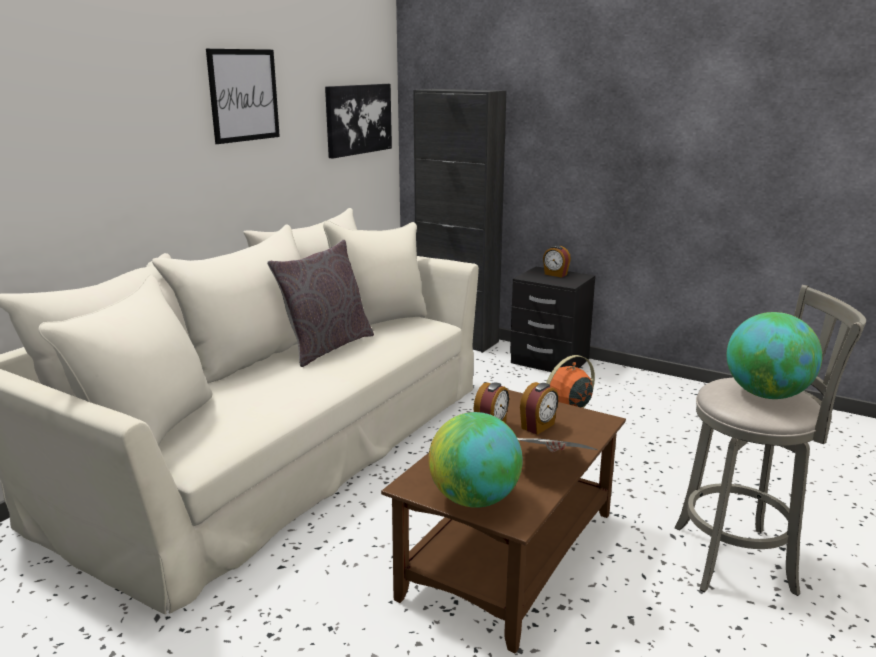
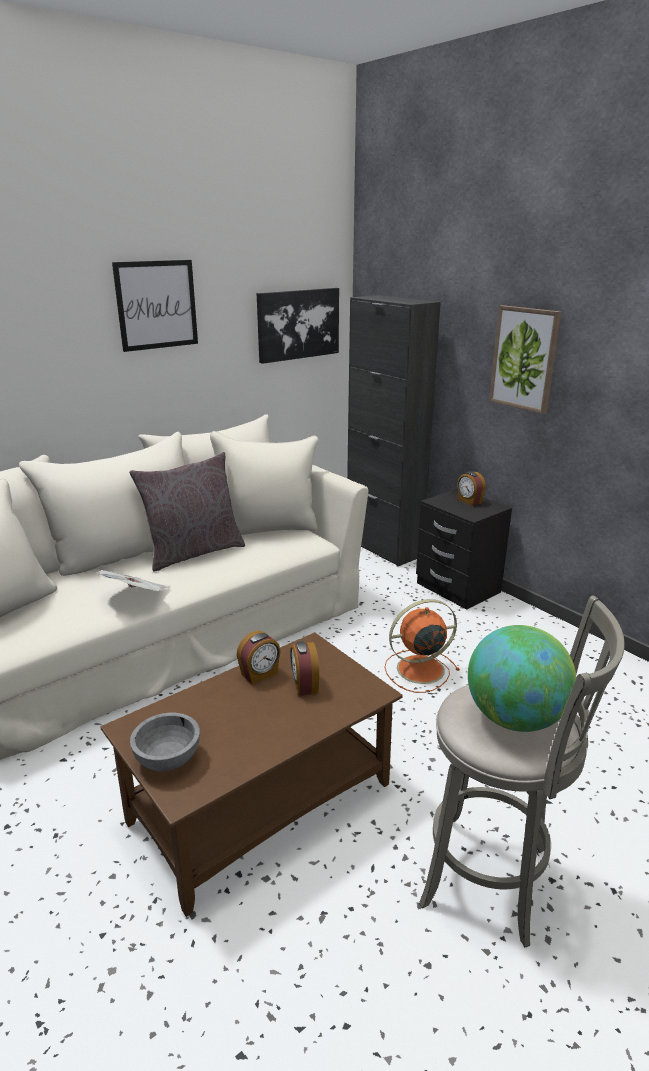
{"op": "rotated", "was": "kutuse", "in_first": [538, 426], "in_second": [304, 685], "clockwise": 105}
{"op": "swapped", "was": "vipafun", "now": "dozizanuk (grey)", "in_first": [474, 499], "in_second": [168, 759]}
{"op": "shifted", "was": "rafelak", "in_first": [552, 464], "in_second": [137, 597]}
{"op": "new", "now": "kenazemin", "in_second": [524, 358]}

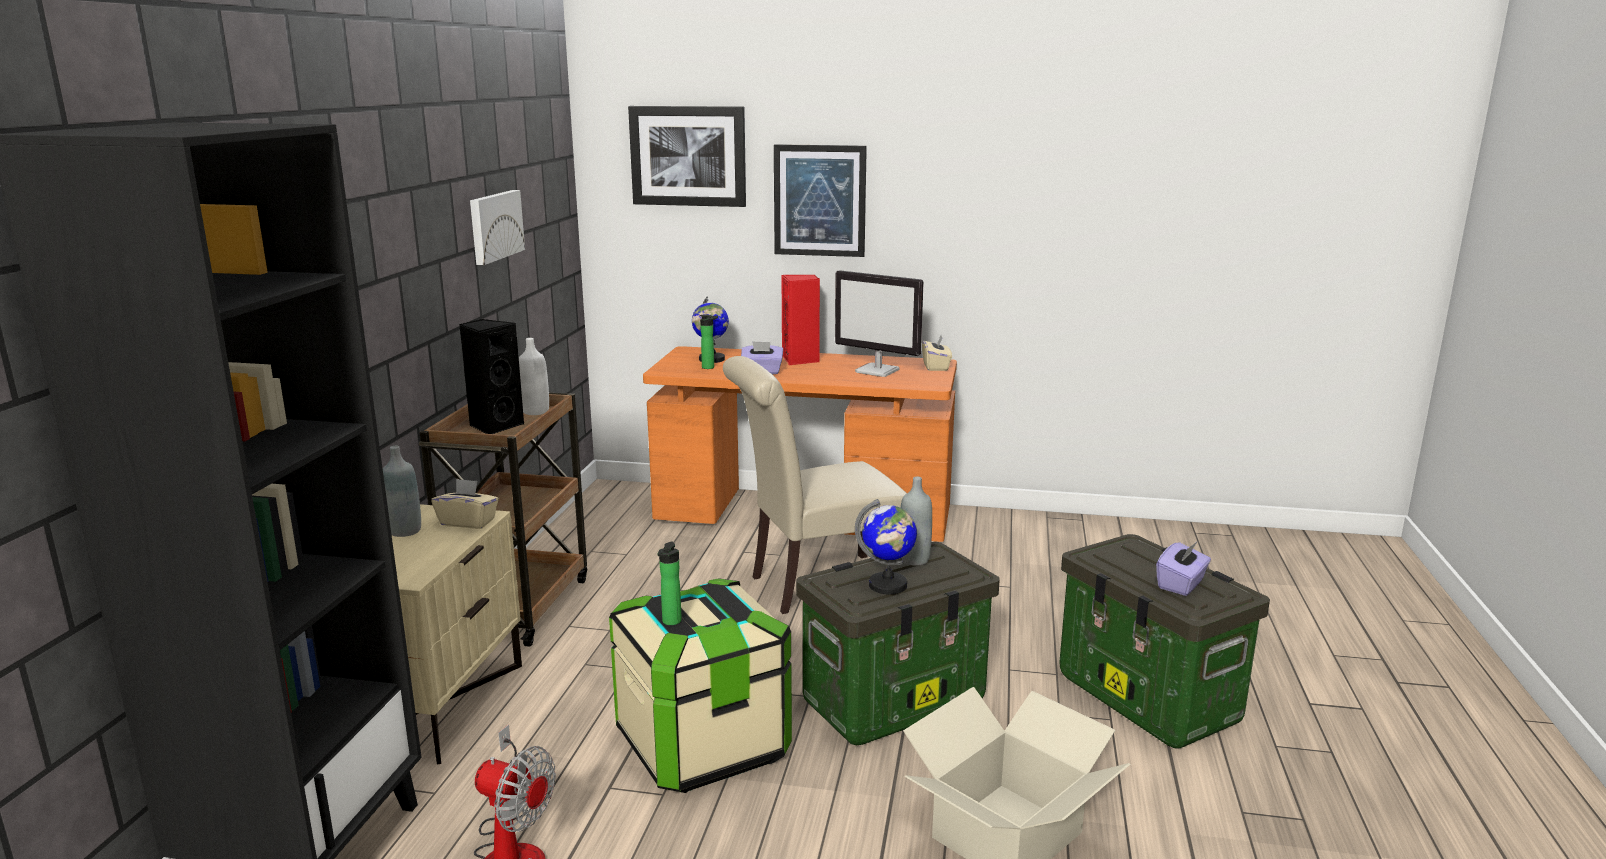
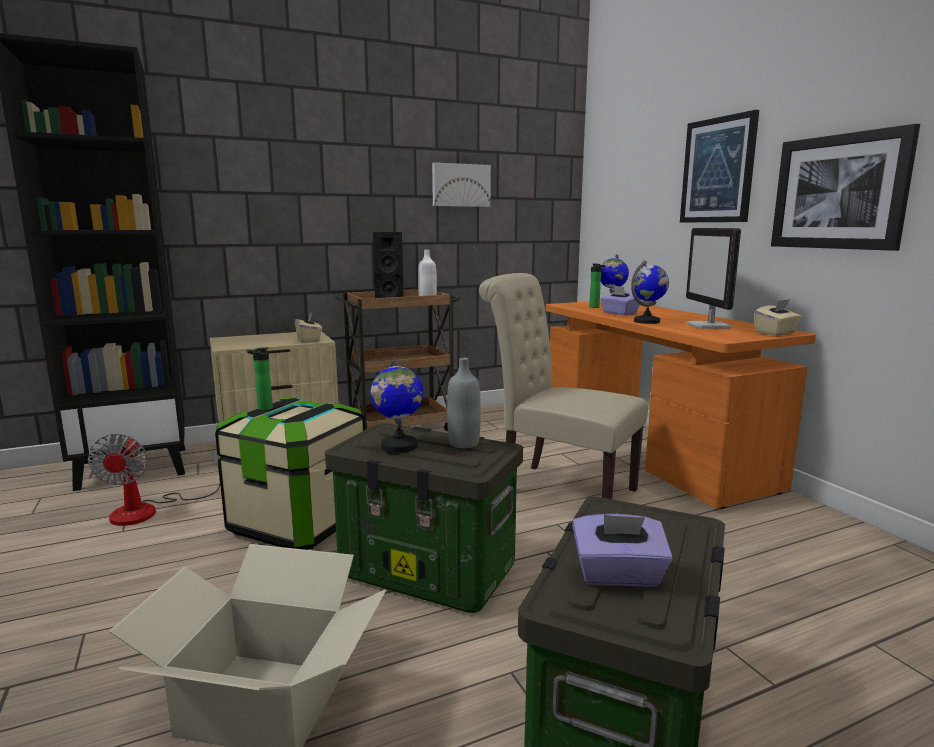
{"op": "shifted", "was": "kenazemin", "in_first": [688, 156], "in_second": [839, 192]}
{"op": "gone", "was": "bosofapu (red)", "in_first": [800, 360]}
{"op": "gone", "was": "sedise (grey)", "in_first": [405, 531]}
{"op": "new", "now": "vipafun", "in_second": [647, 321]}

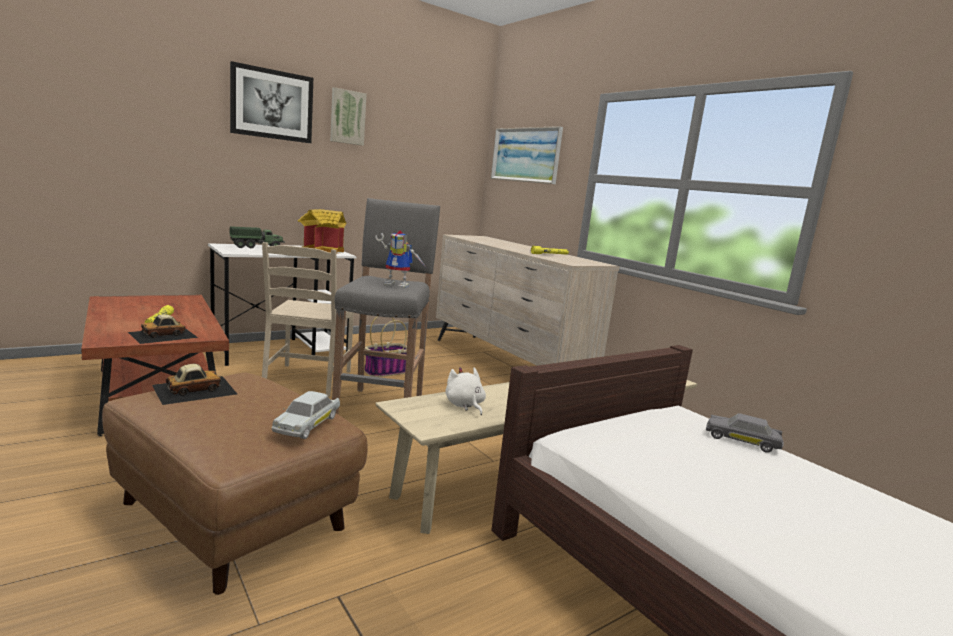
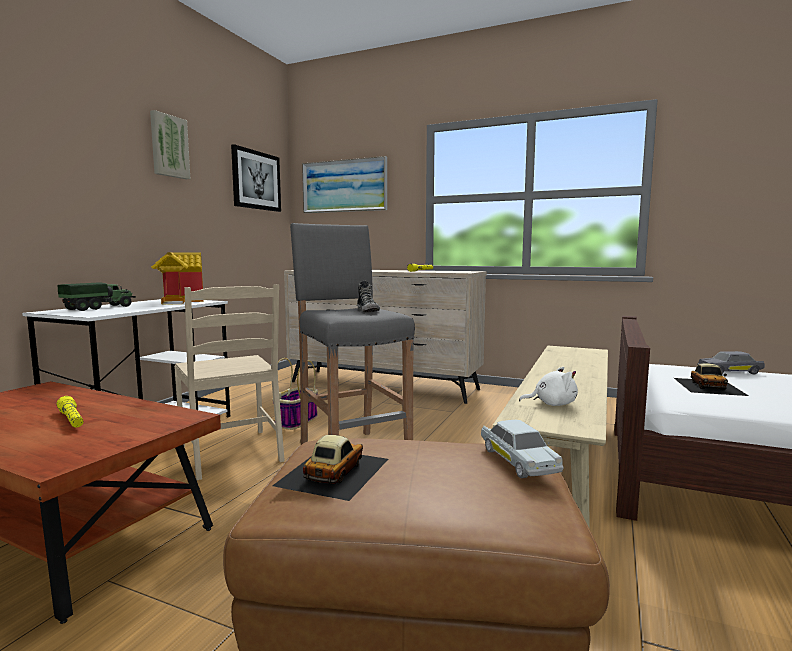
{"op": "shifted", "was": "kenazemin", "in_first": [272, 104], "in_second": [256, 180]}
{"op": "swapped", "was": "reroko", "now": "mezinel", "in_first": [399, 285], "in_second": [368, 310]}
{"op": "shifted", "was": "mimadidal", "in_first": [163, 335], "in_second": [709, 386]}
{"op": "rotated", "was": "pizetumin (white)", "in_first": [465, 405], "in_second": [552, 404], "clockwise": 150}

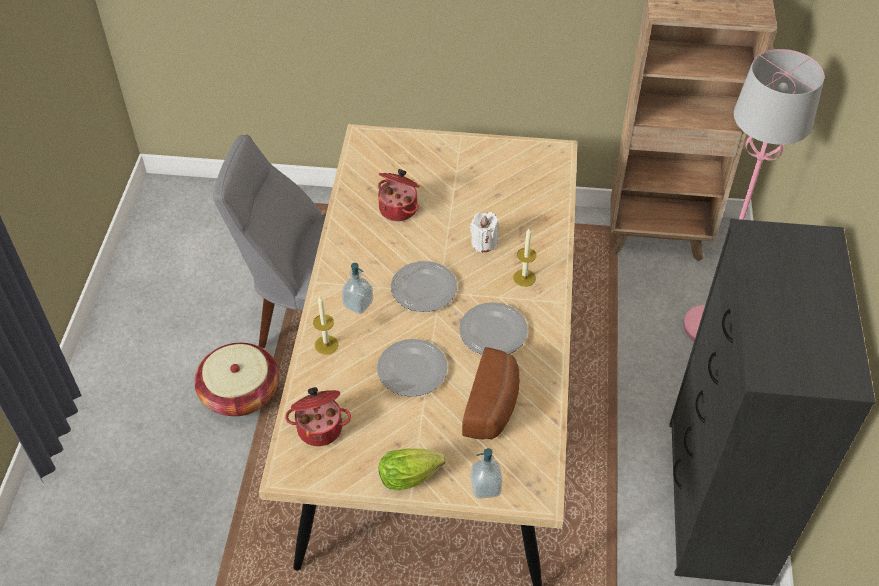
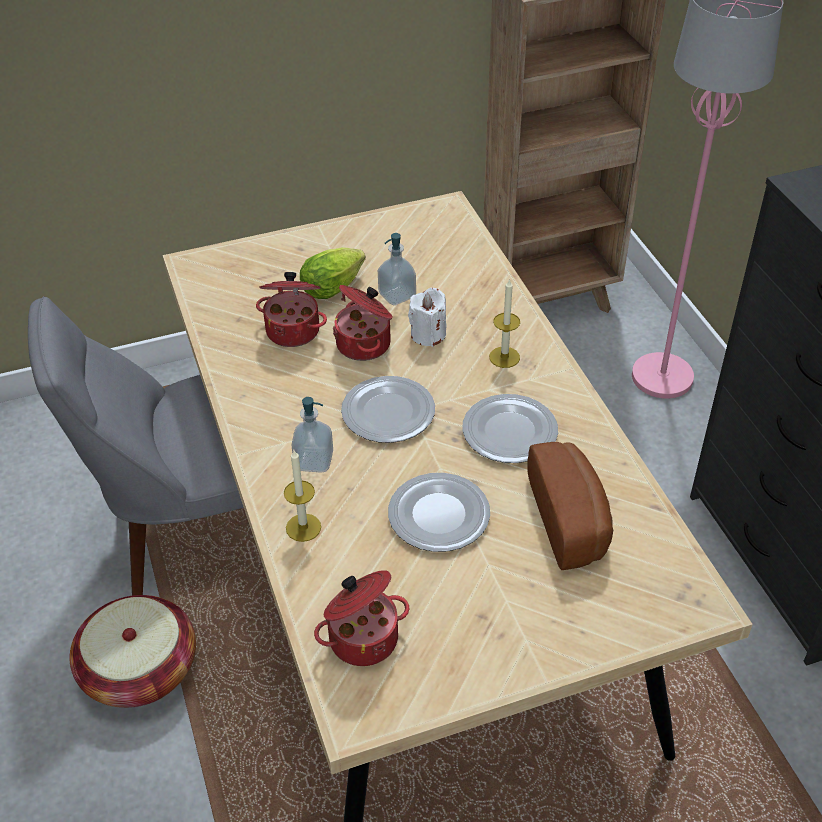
{"op": "shifted", "was": "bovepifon", "in_first": [485, 487], "in_second": [397, 295]}
{"op": "shifted", "was": "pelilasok", "in_first": [412, 476], "in_second": [335, 286]}
{"op": "new", "now": "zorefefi", "in_second": [365, 344]}

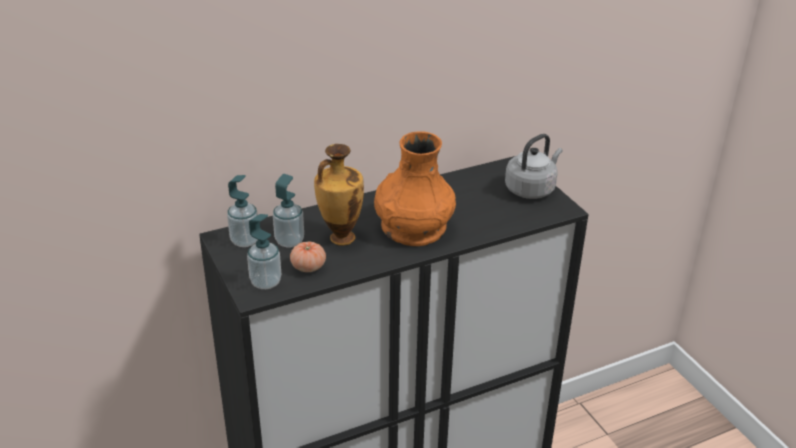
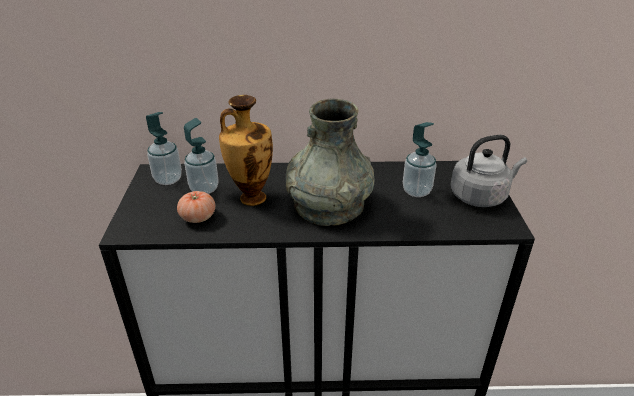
{"op": "repainted", "was": "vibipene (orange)", "now": "vibipene (grey)", "in_first": [413, 227], "in_second": [328, 204]}
{"op": "shifted", "was": "bovepifon", "in_first": [265, 282], "in_second": [416, 191]}

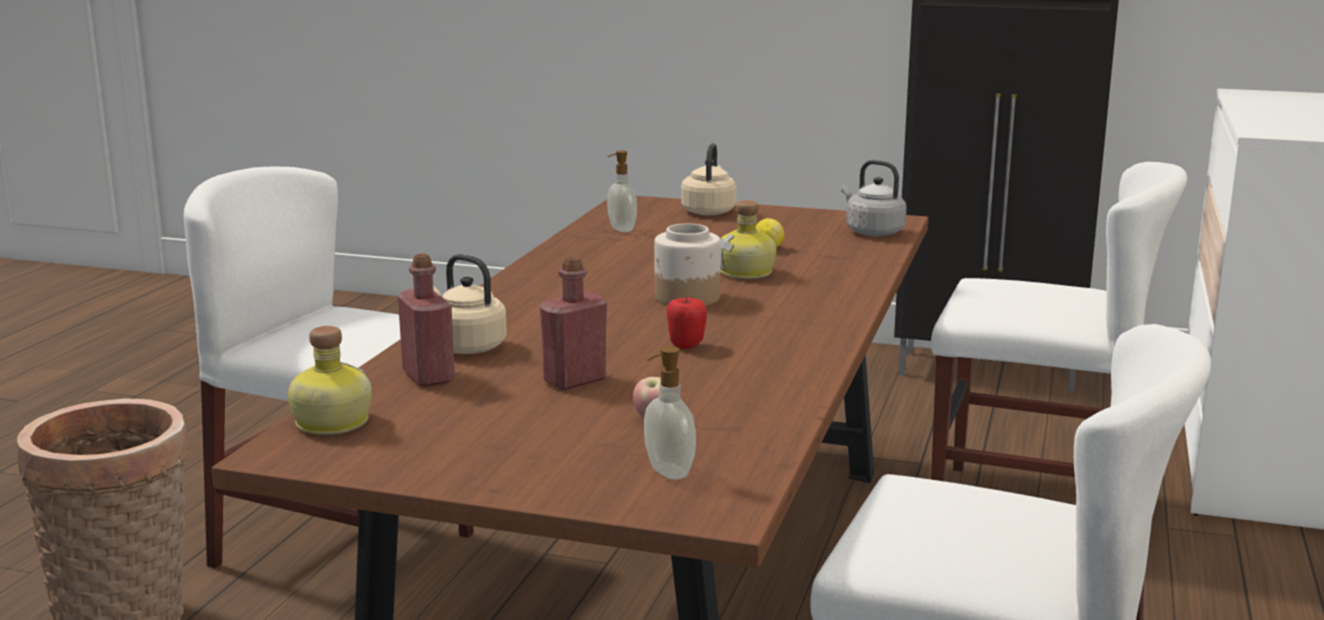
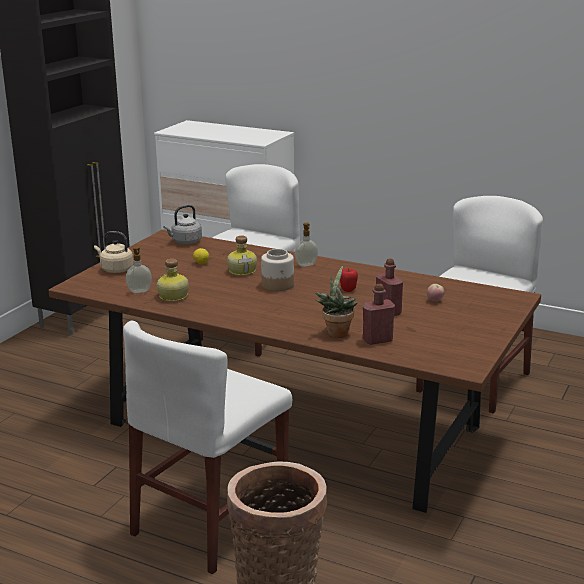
{"op": "swapped", "was": "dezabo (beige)", "now": "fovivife", "in_first": [465, 346], "in_second": [336, 332]}
{"op": "shifted", "was": "sedise", "in_first": [329, 423], "in_second": [173, 297]}
{"op": "shifted", "was": "bovepifon", "in_first": [667, 472], "in_second": [306, 265]}

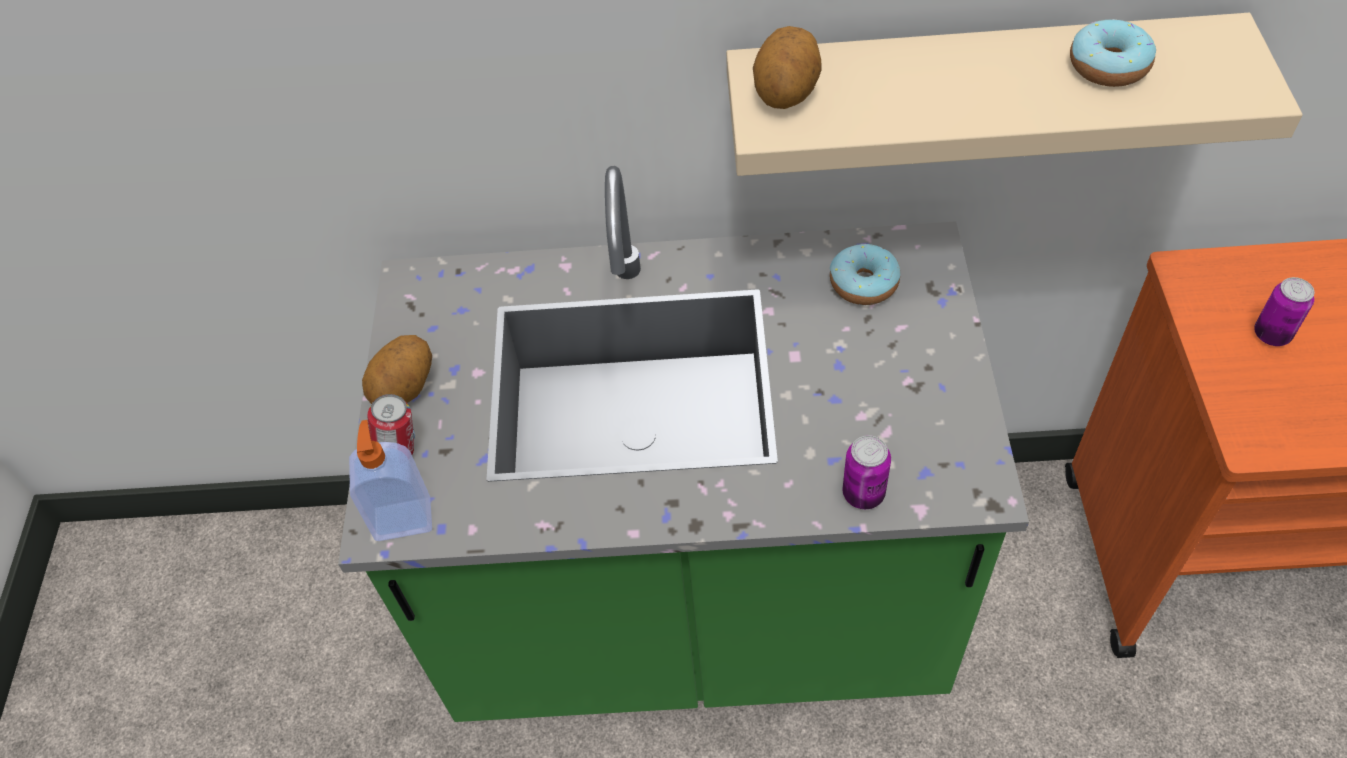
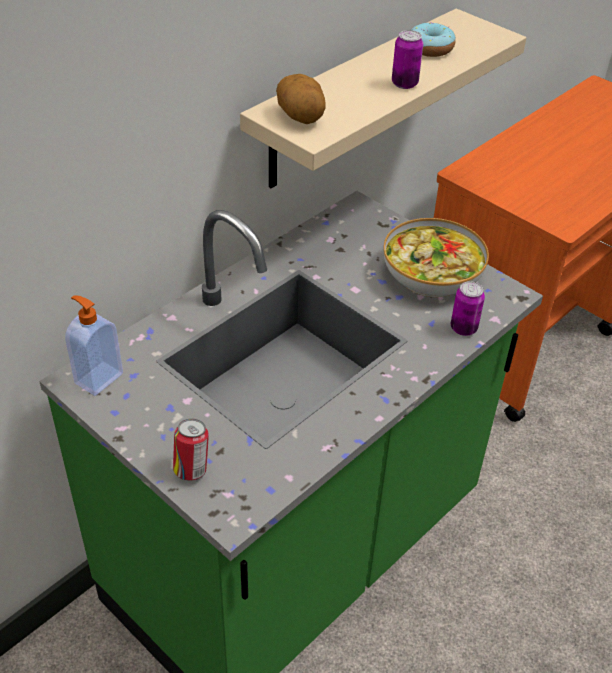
{"op": "gone", "was": "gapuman", "in_first": [863, 283]}
{"op": "shifted", "was": "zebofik", "in_first": [1271, 334], "in_second": [404, 84]}
{"op": "gone", "was": "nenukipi", "in_first": [405, 389]}
{"op": "shifted", "was": "bovepifon", "in_first": [403, 517], "in_second": [98, 378]}
{"op": "new", "now": "dozizanuk", "in_second": [432, 275]}

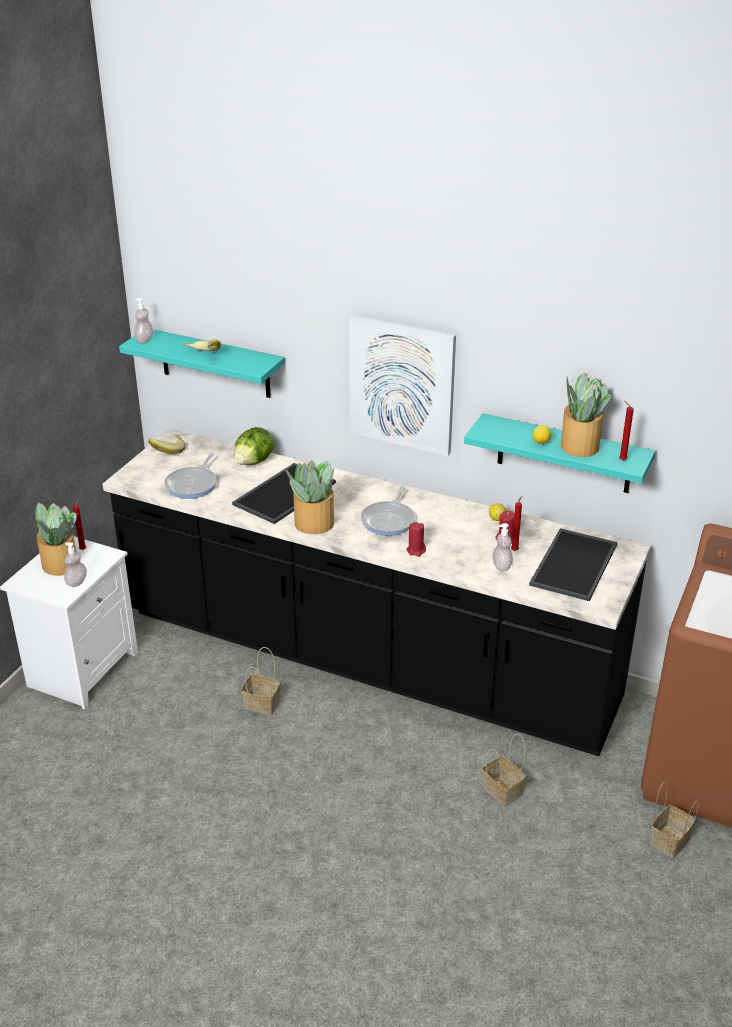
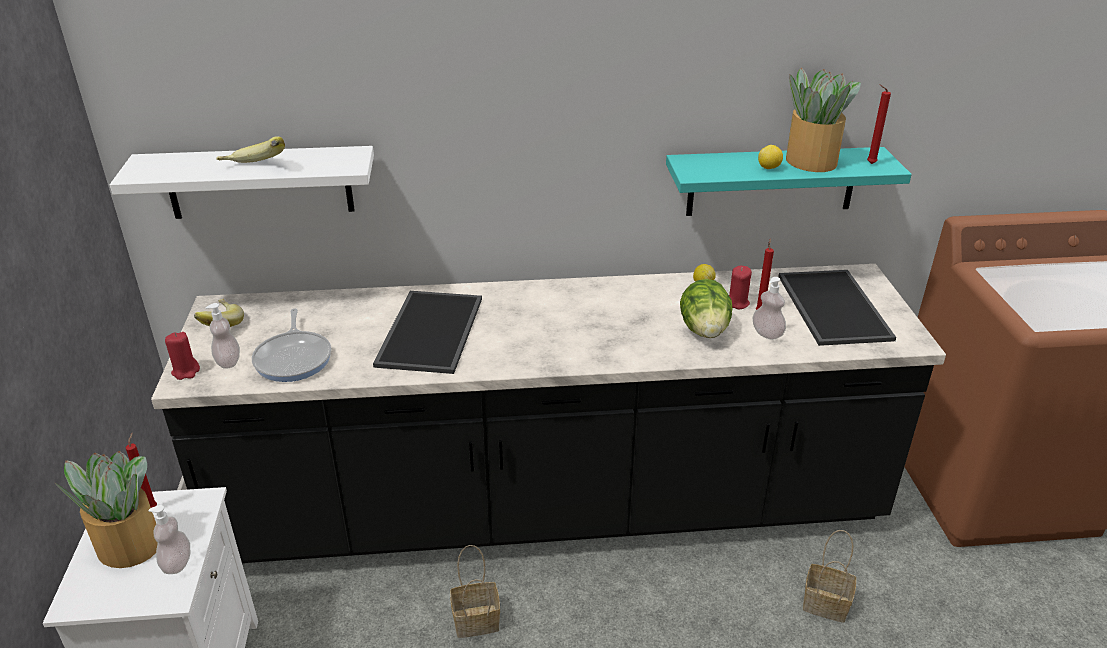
{"op": "shifted", "was": "bovepifon", "in_first": [144, 340], "in_second": [228, 362]}
{"op": "gone", "was": "kenazemin", "in_first": [402, 384]}
{"op": "repainted", "was": "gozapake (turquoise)", "now": "gozapake (white)", "in_first": [215, 363], "in_second": [259, 182]}
{"op": "shifted", "was": "pelilasok", "in_first": [253, 462], "in_second": [704, 330]}
{"op": "gone", "was": "fovivife", "in_first": [313, 524]}
{"op": "gone", "was": "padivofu", "in_first": [389, 520]}
{"op": "shifted", "was": "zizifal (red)", "in_first": [416, 550], "in_second": [186, 371]}
{"op": "gone", "was": "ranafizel", "in_first": [669, 840]}

